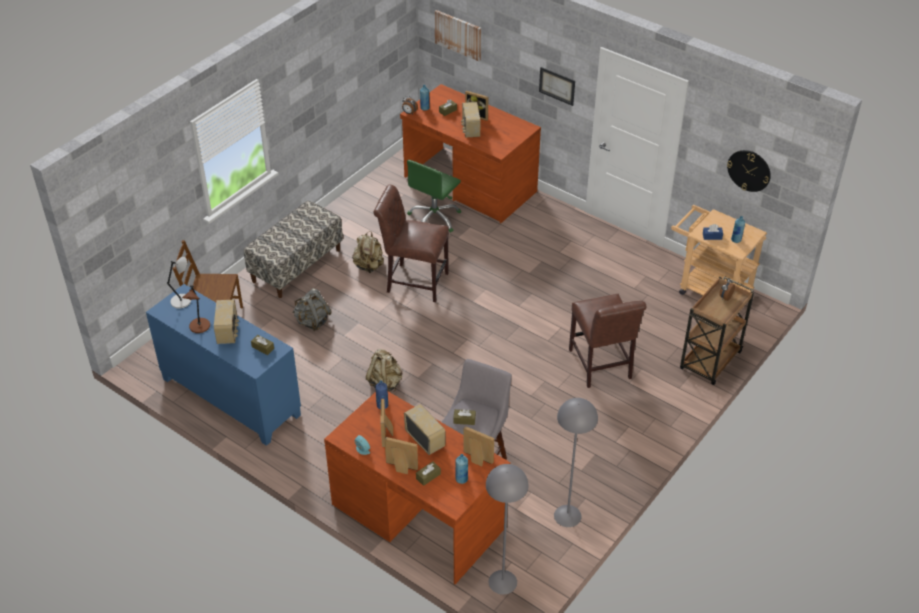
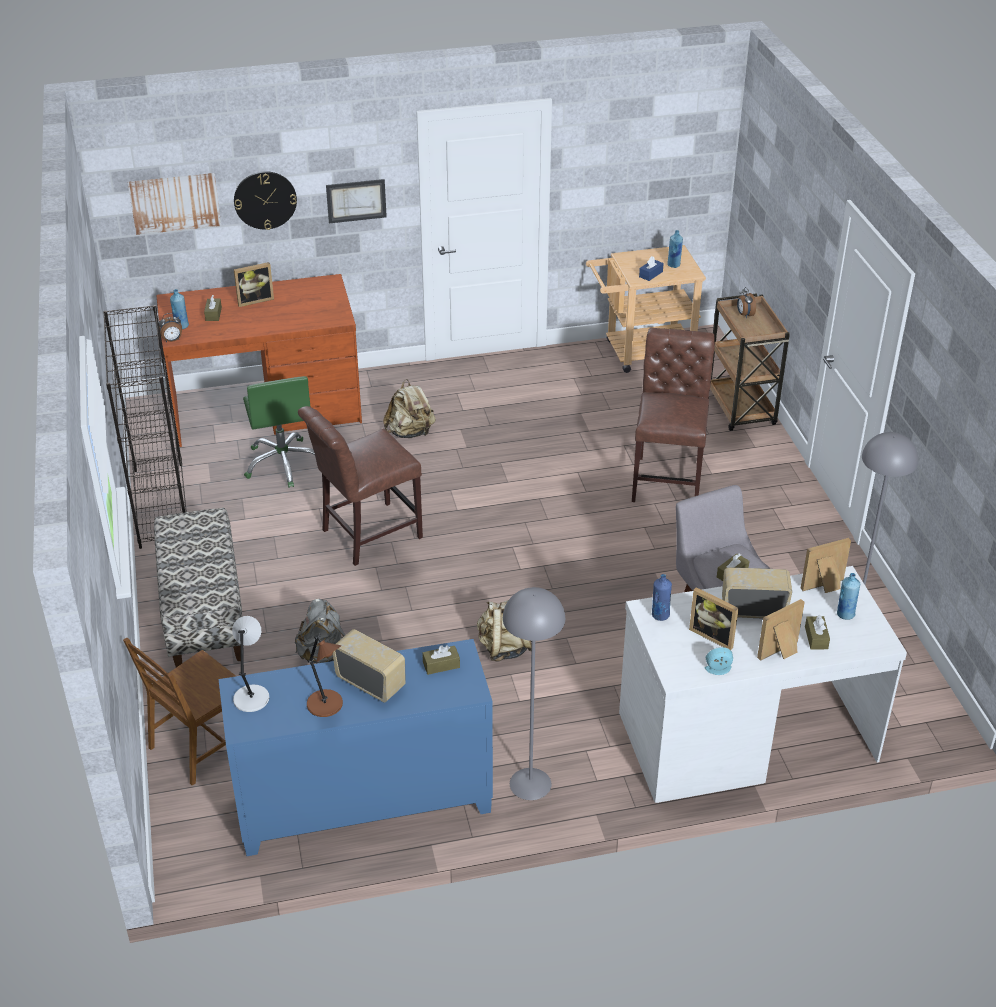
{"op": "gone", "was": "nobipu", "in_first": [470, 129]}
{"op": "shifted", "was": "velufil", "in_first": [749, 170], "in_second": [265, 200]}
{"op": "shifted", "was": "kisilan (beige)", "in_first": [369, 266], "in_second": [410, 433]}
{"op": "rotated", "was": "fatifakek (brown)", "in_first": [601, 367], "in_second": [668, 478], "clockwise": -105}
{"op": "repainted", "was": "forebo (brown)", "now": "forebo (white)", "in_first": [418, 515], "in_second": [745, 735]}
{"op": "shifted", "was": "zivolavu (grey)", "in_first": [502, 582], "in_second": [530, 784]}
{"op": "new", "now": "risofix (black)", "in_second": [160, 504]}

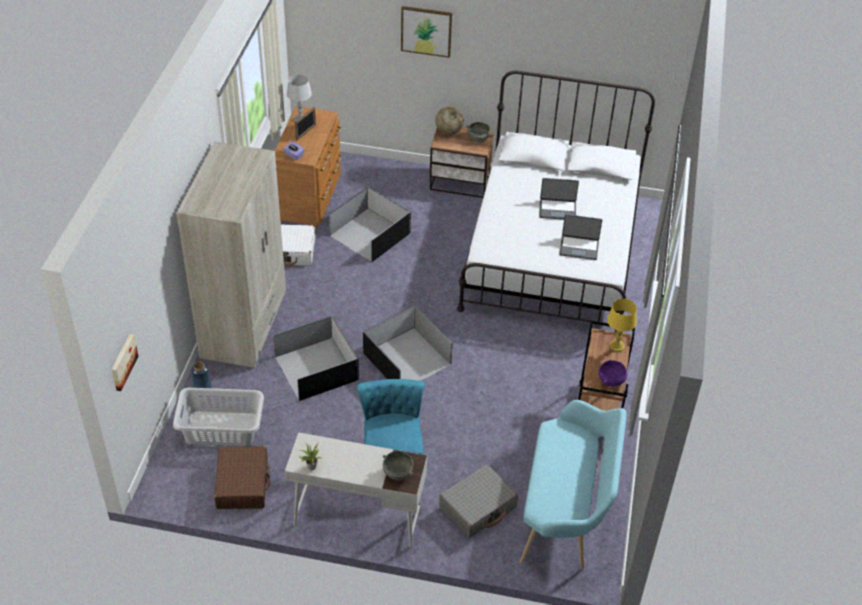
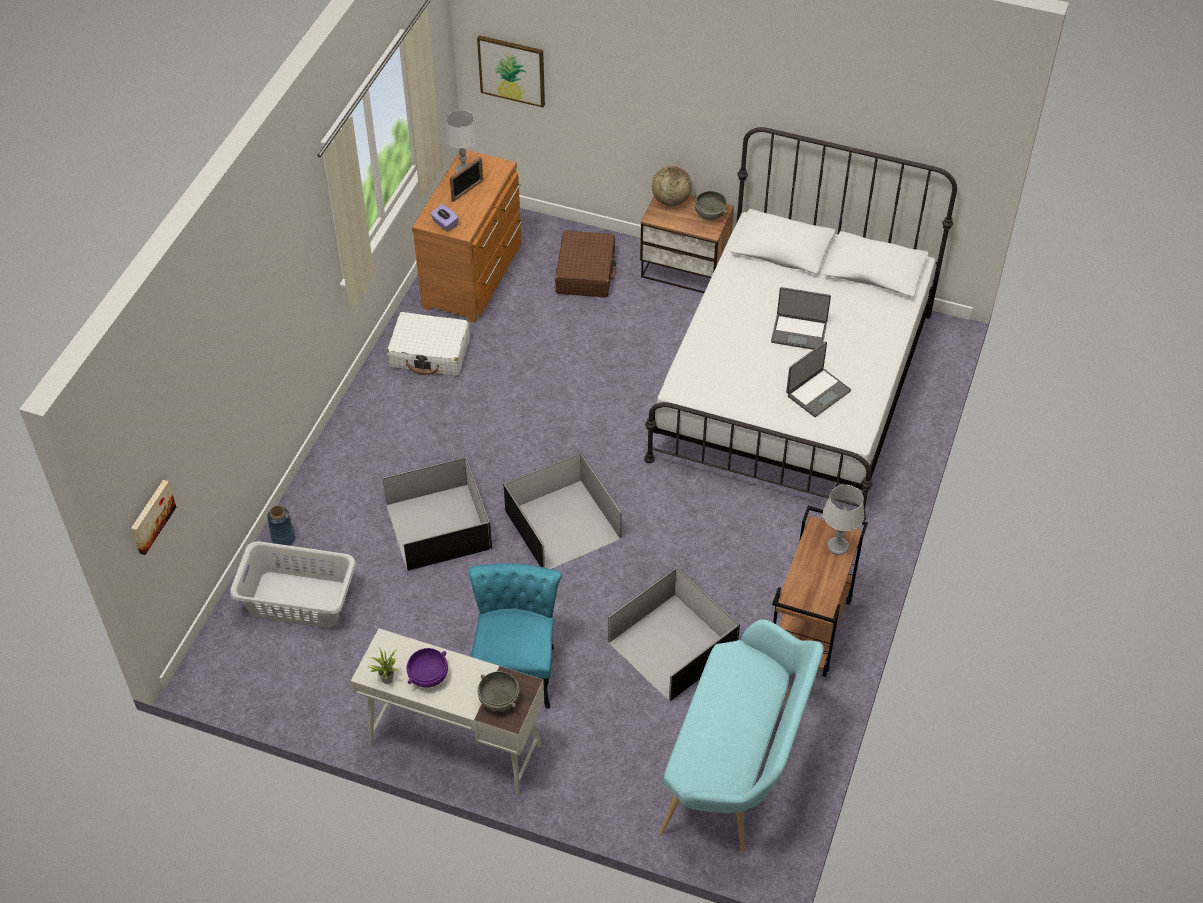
{"op": "shifted", "was": "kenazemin", "in_first": [426, 31], "in_second": [512, 70]}
{"op": "gone", "was": "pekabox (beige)", "in_first": [244, 325]}
{"op": "shifted", "was": "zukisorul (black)", "in_first": [369, 234], "in_second": [671, 645]}
{"op": "rotated", "was": "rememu", "in_first": [579, 247], "in_second": [817, 392], "clockwise": -60}
{"op": "repainted", "was": "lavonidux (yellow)", "now": "lavonidux (grey)", "in_first": [616, 346], "in_second": [837, 546]}
{"op": "shifted", "was": "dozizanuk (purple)", "in_first": [611, 381], "in_second": [428, 677]}
{"op": "shifted", "was": "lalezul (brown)", "in_first": [242, 484], "in_second": [586, 272]}
{"op": "gone", "was": "lalezul (grey)", "in_first": [478, 507]}

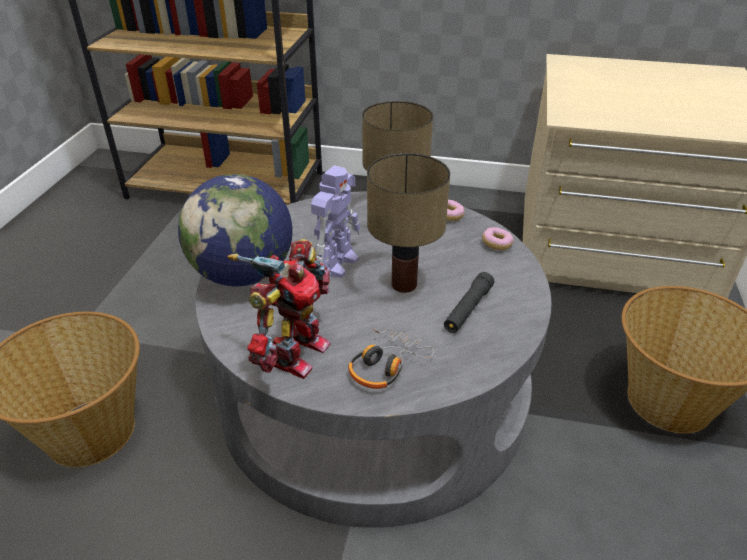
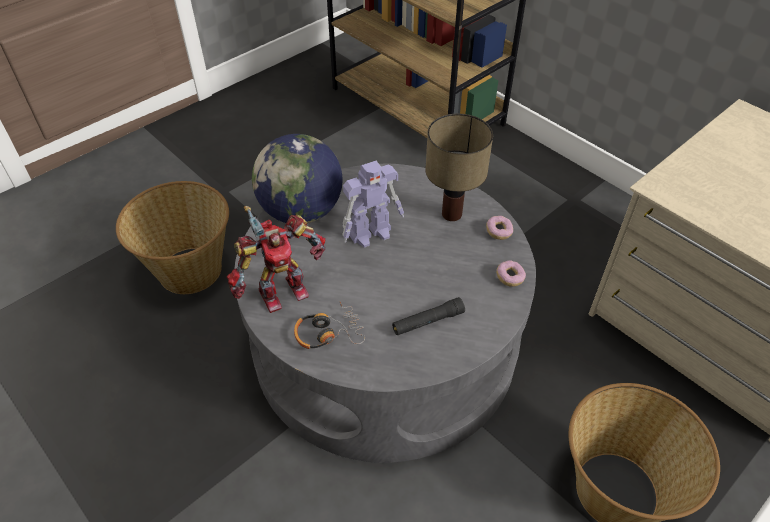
{"op": "gone", "was": "lavonidux", "in_first": [405, 285]}

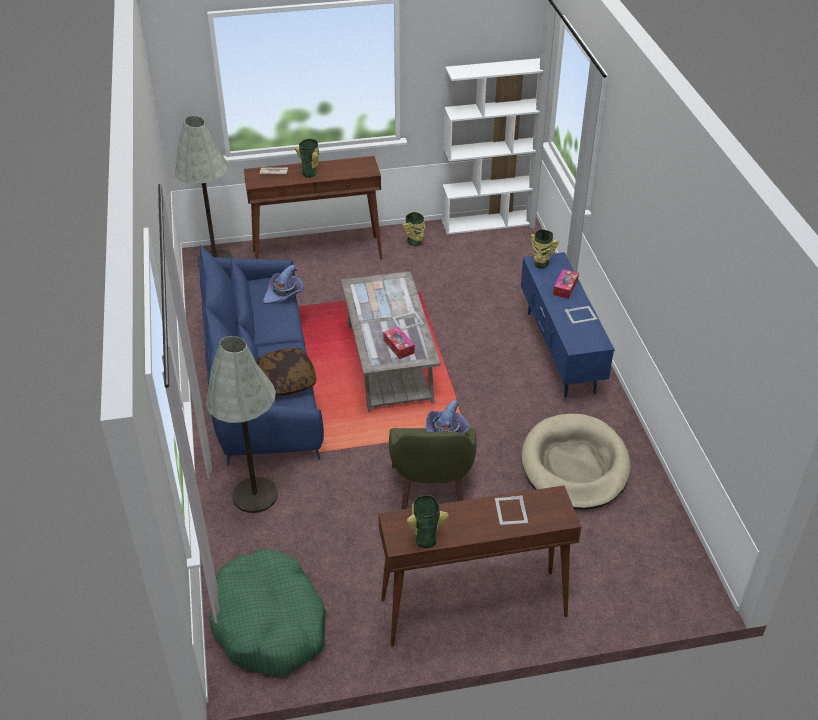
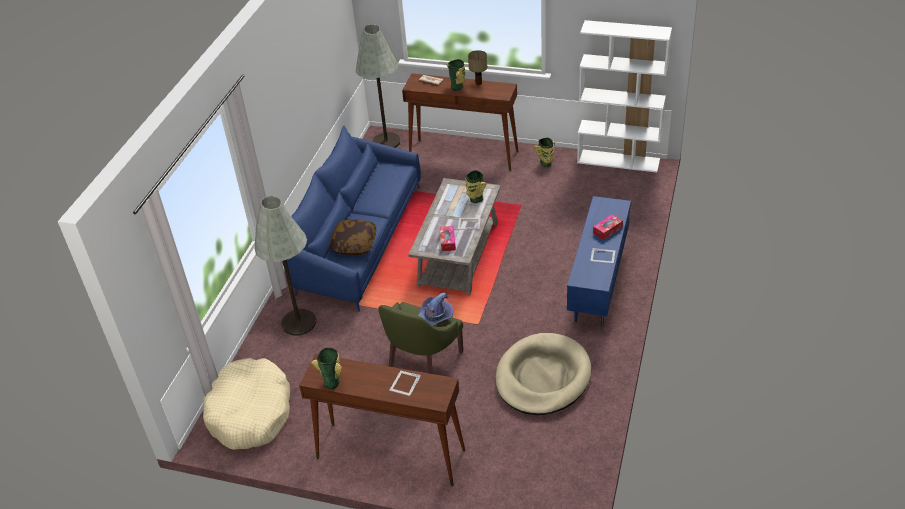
{"op": "shifted", "was": "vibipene", "in_first": [540, 264], "in_second": [475, 199]}
{"op": "gone", "was": "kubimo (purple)", "in_first": [284, 294]}
{"op": "repainted", "was": "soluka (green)", "now": "soluka (beige)", "in_first": [270, 623], "in_second": [250, 413]}
{"op": "new", "now": "lavonidux", "in_second": [478, 83]}

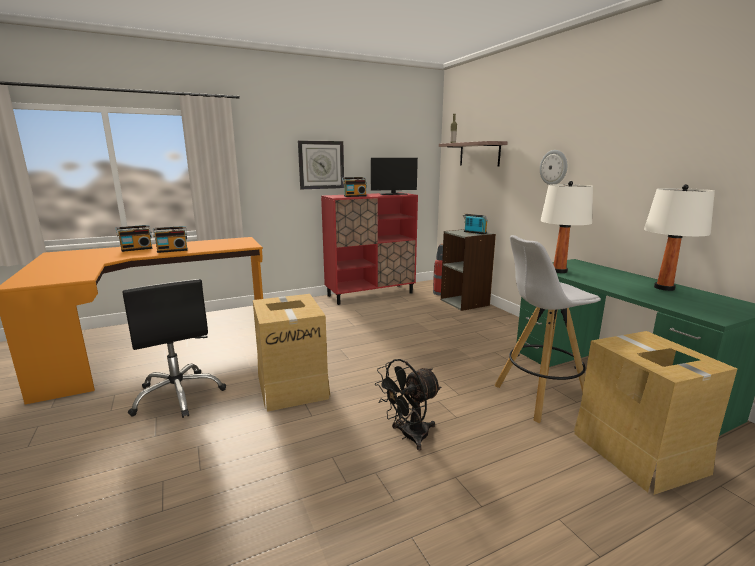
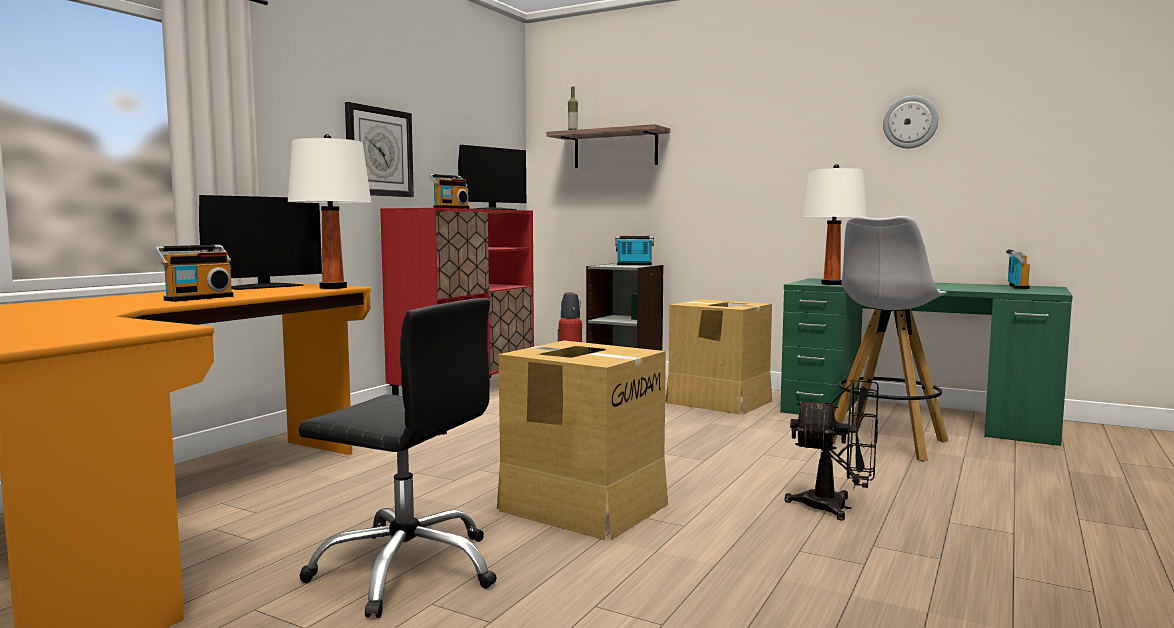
{"op": "shifted", "was": "velufil", "in_first": [554, 167], "in_second": [910, 122]}
{"op": "shifted", "was": "lavonidux (white)", "in_first": [664, 288], "in_second": [333, 287]}
{"op": "shifted", "was": "nobipu", "in_first": [136, 249], "in_second": [1016, 287]}
{"op": "shifted", "was": "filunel", "in_first": [637, 452], "in_second": [719, 402]}
{"op": "rotated", "was": "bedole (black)", "in_first": [408, 436], "in_second": [837, 507], "clockwise": -90}
{"op": "new", "now": "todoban", "in_second": [264, 287]}

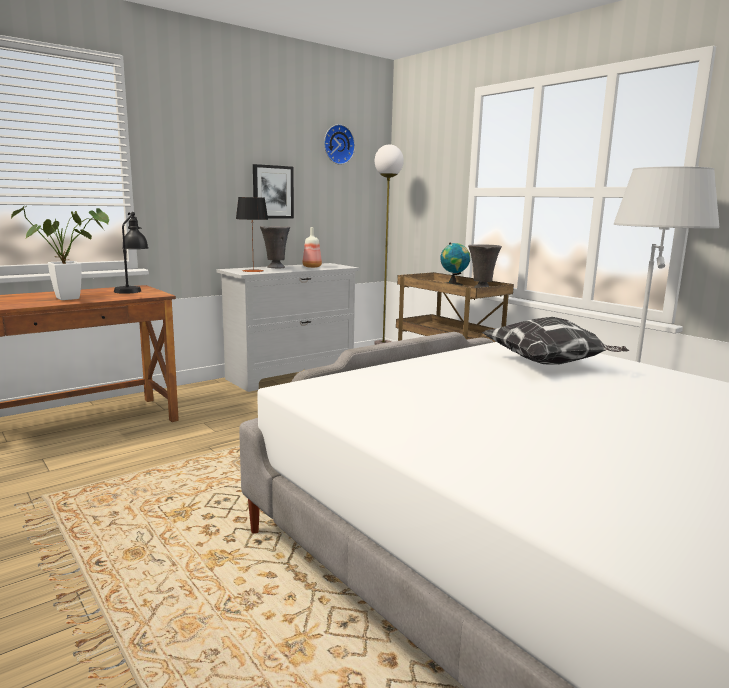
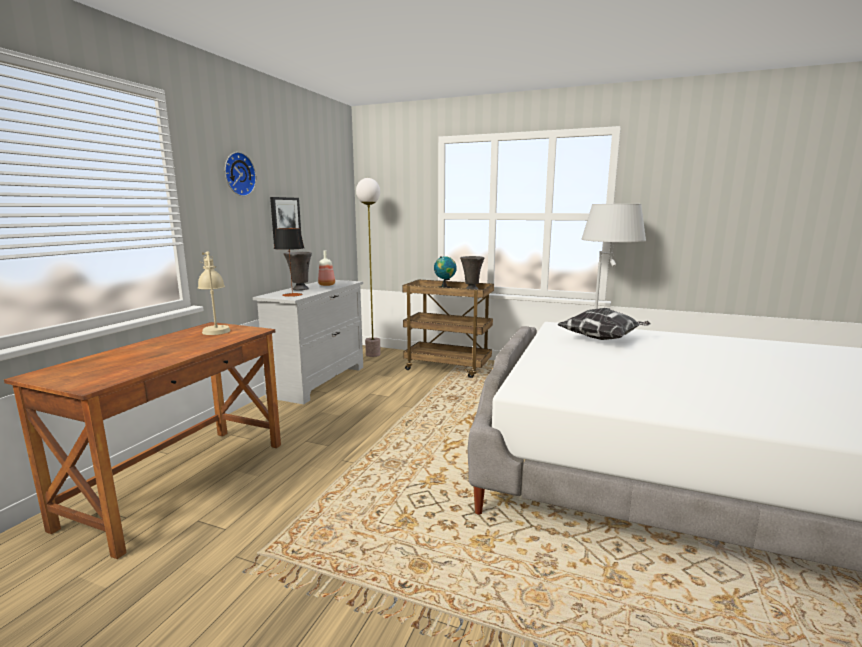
{"op": "shifted", "was": "velufil", "in_first": [337, 144], "in_second": [238, 174]}
{"op": "gone", "was": "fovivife", "in_first": [74, 298]}
{"op": "repainted", "was": "lavonidux (black)", "now": "lavonidux (beige)", "in_first": [132, 289], "in_second": [215, 329]}

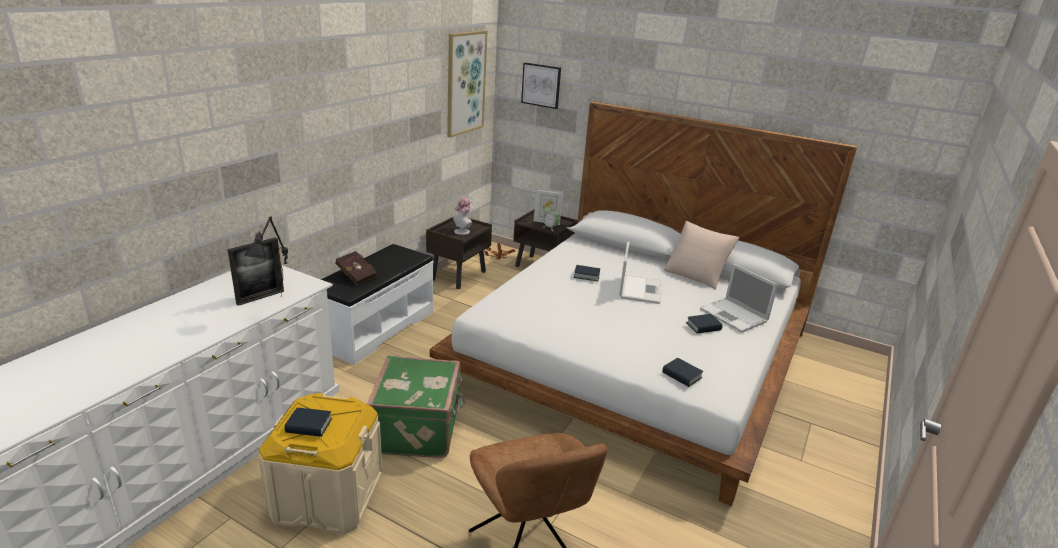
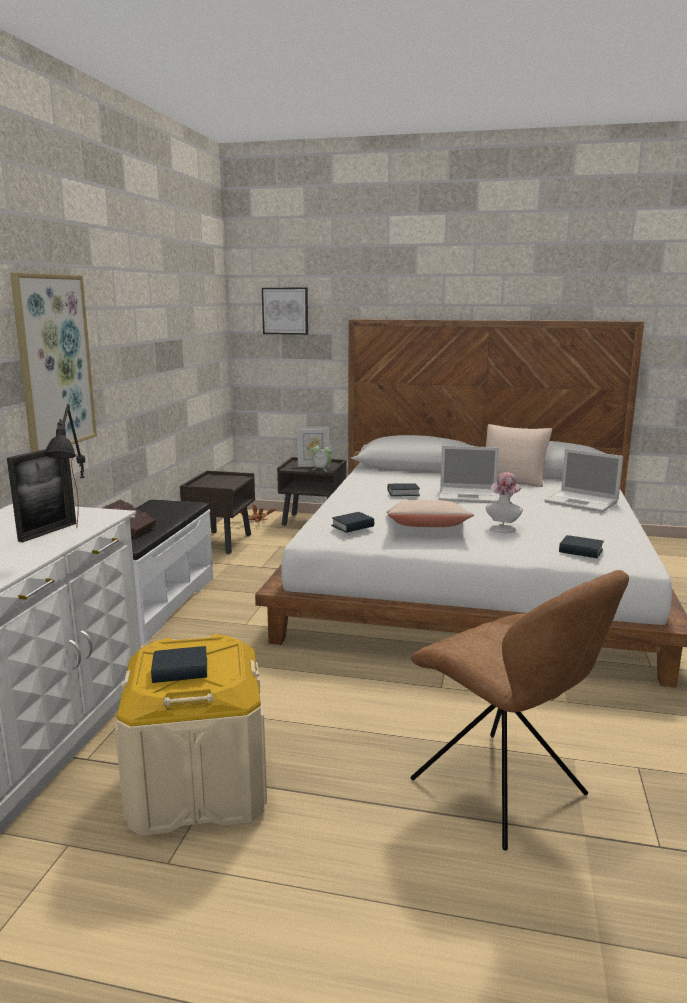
{"op": "shifted", "was": "kenazemin", "in_first": [465, 83], "in_second": [54, 362]}
{"op": "shifted", "was": "kubimo", "in_first": [463, 231], "in_second": [503, 527]}
{"op": "rotated", "was": "rememu", "in_first": [640, 289], "in_second": [469, 495], "clockwise": 105}
{"op": "shifted", "was": "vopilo", "in_first": [703, 327], "in_second": [352, 526]}
{"op": "gone", "was": "lalezul (green)", "in_first": [419, 428]}
{"op": "new", "now": "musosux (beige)", "in_second": [427, 529]}

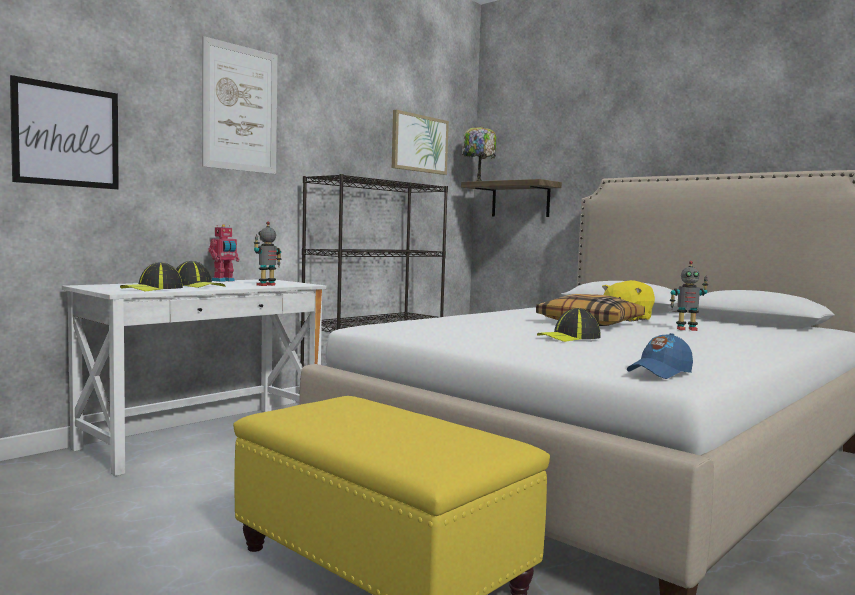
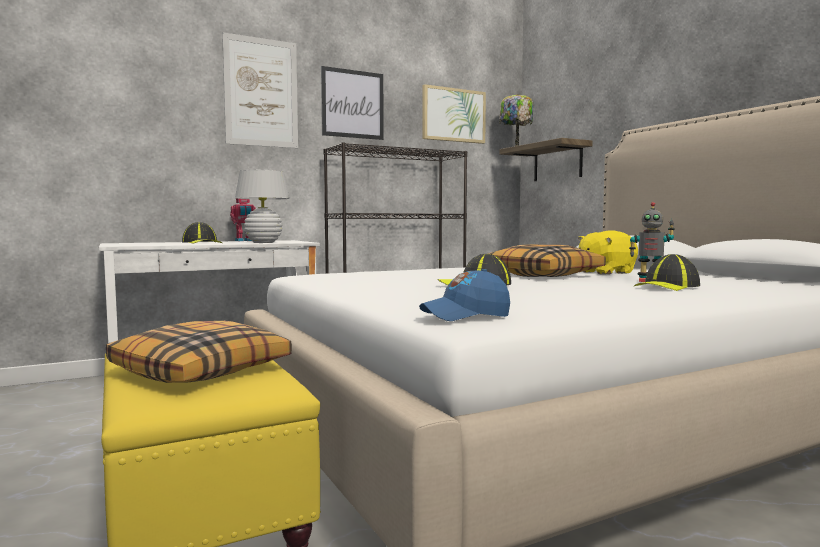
{"op": "shifted", "was": "kenazemin", "in_first": [66, 135], "in_second": [352, 104]}
{"op": "swapped", "was": "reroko", "now": "lavonidux (white)", "in_first": [267, 285], "in_second": [263, 242]}
{"op": "shifted", "was": "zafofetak", "in_first": [152, 289], "in_second": [667, 286]}
{"op": "new", "now": "musosux", "in_second": [201, 371]}

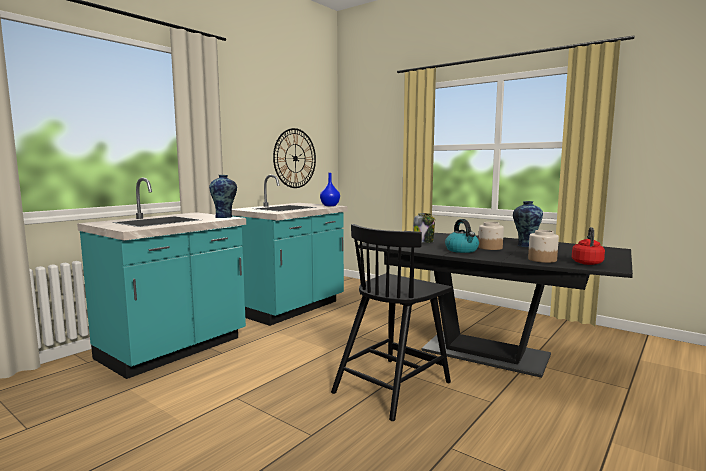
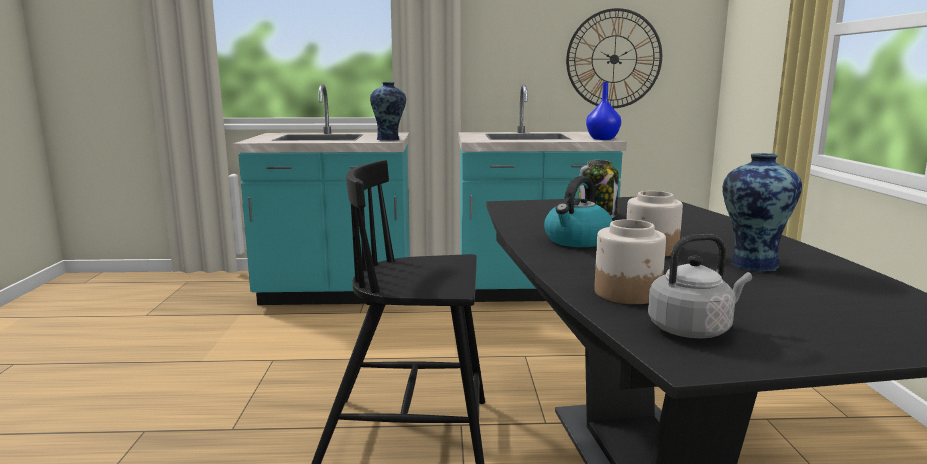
{"op": "repainted", "was": "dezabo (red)", "now": "dezabo (grey)", "in_first": [587, 263], "in_second": [693, 329]}

